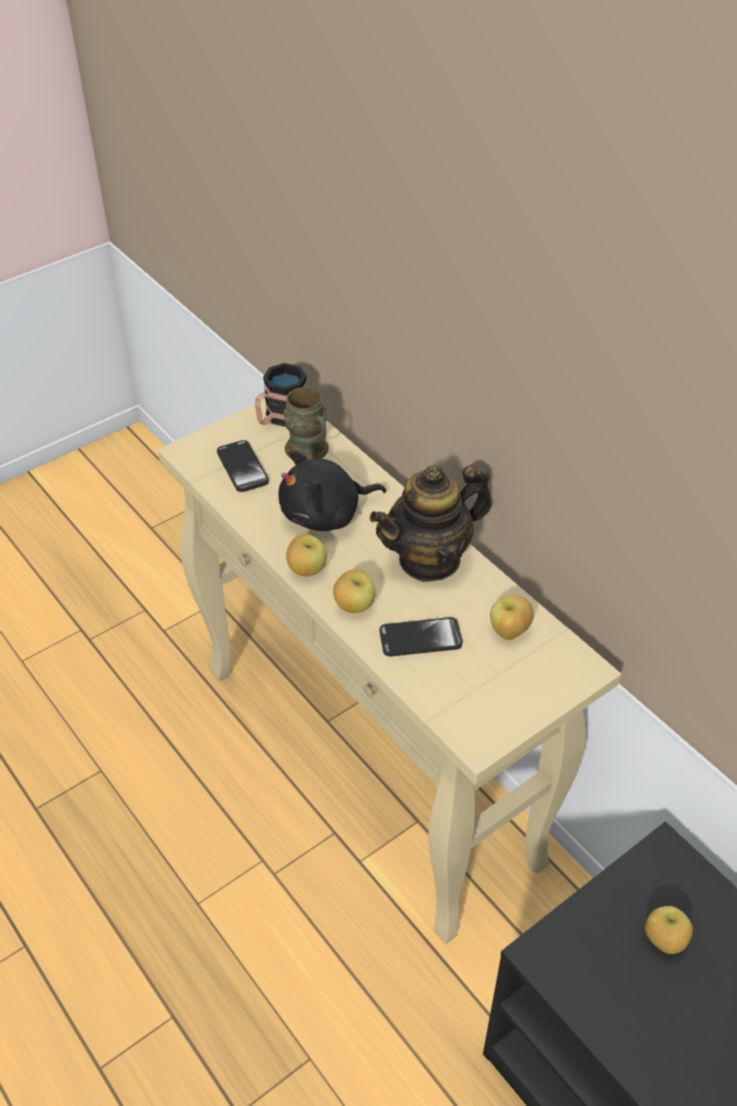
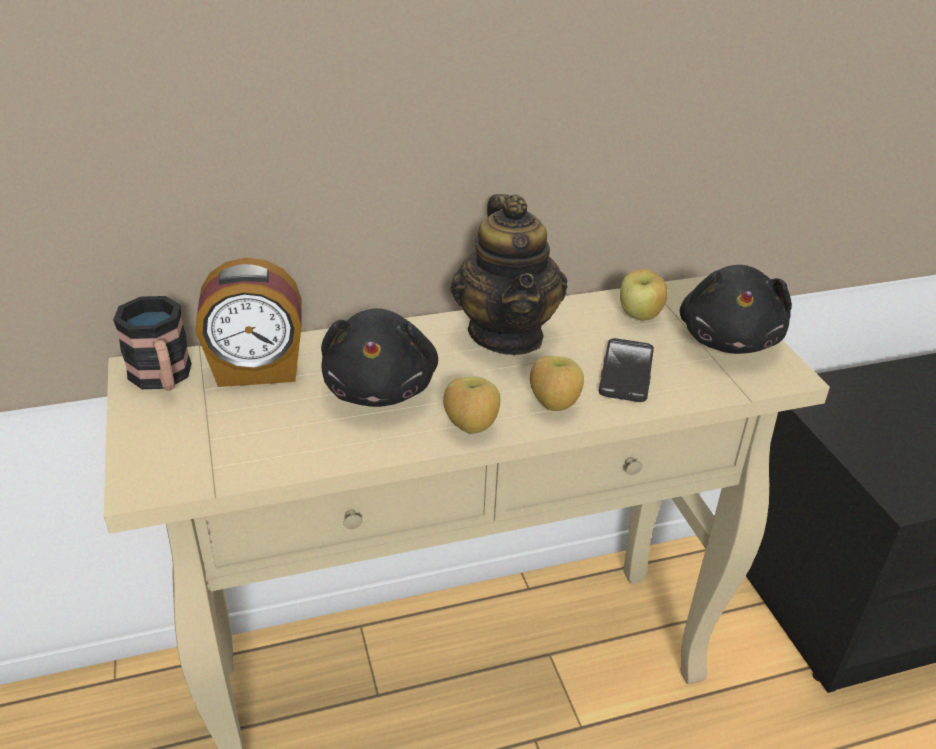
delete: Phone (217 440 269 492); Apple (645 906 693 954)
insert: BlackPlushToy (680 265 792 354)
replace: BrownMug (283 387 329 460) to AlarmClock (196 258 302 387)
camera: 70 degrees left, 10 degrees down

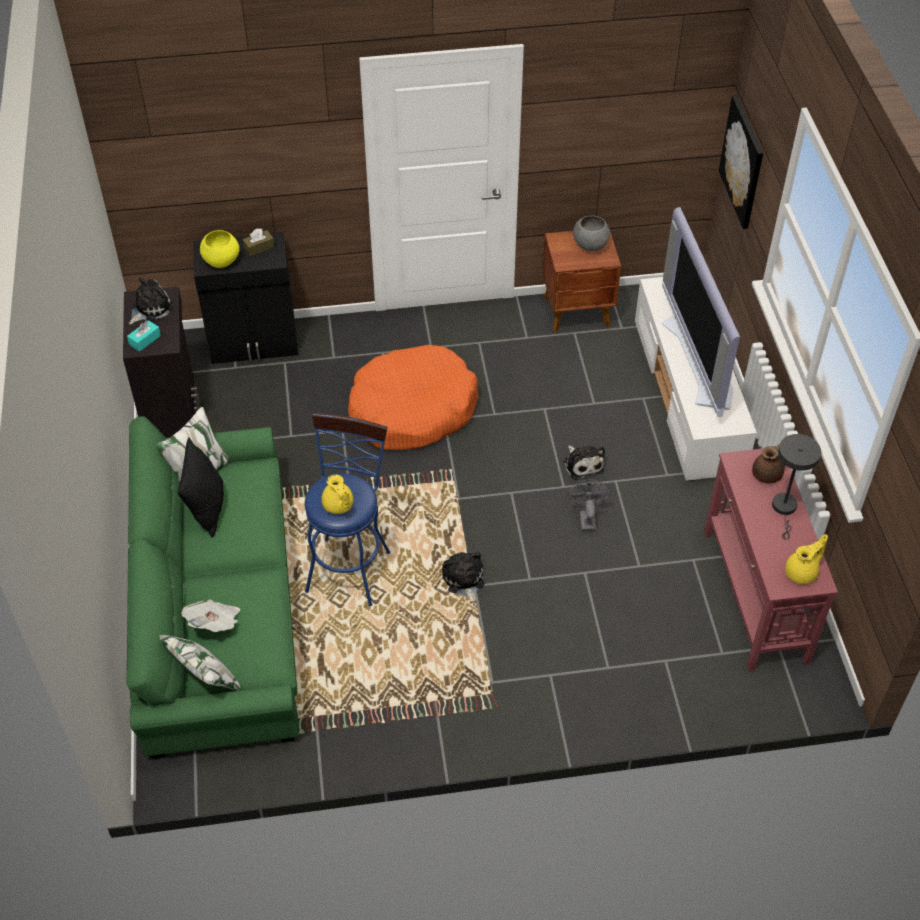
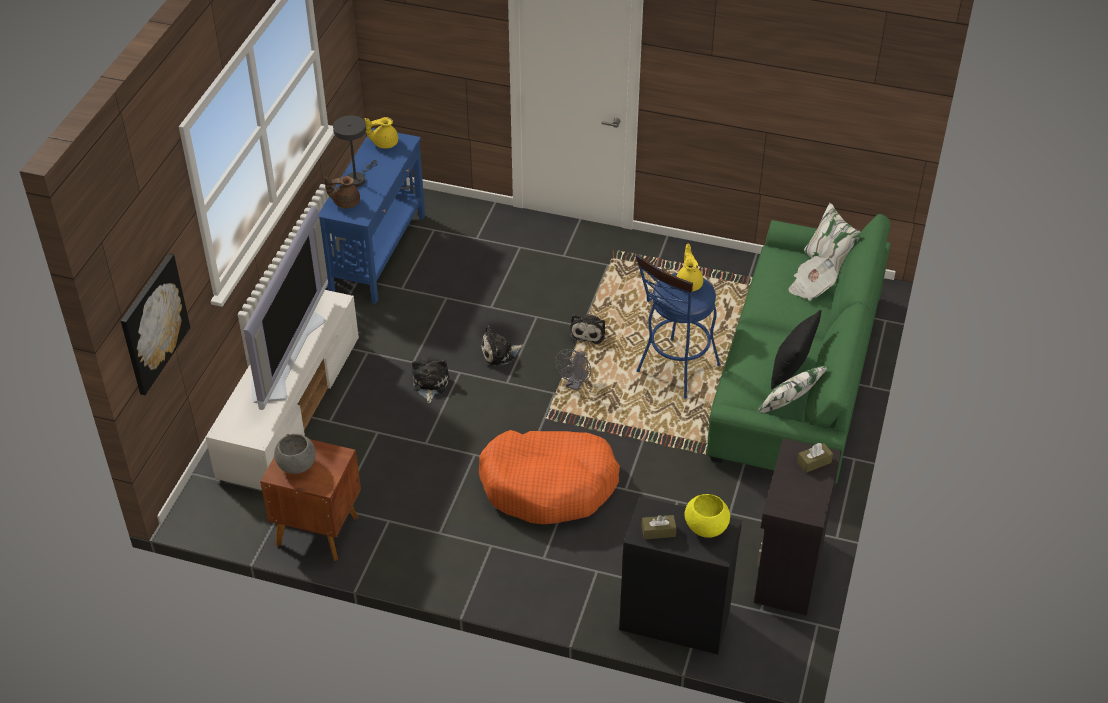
move: PlushToy (129 277 174 325) to (480 326 523 367); GreyFan (568 479 611 531) to (554 349 591 391)
recolor: TurquoiseTissueBox (127 320 161 352) to BrownTissueBox (797 443 833 473); RedConsoleTable (704 448 838 671) to BlueConsoleTable (319 128 425 304)
camera: 155 degrees left, 5 degrees down

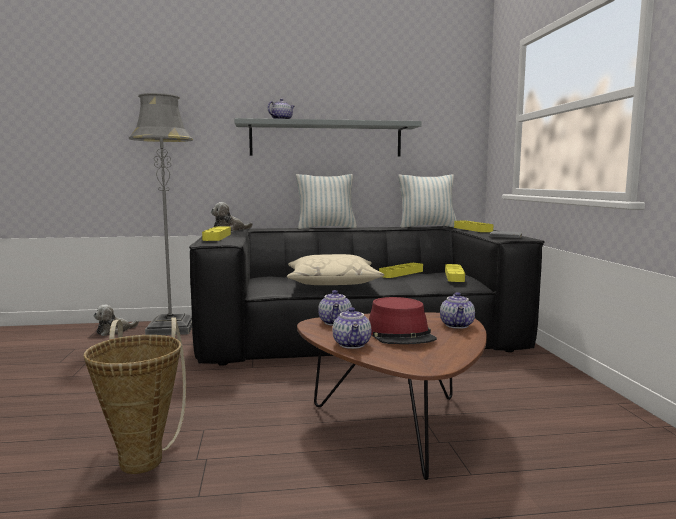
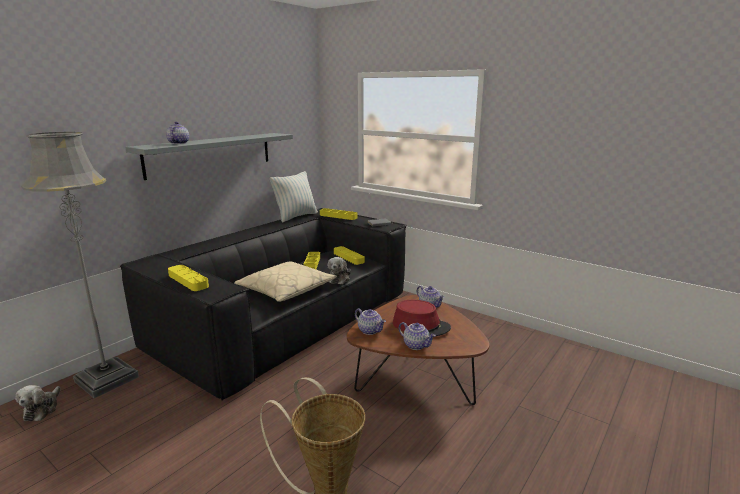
delete: Pillow (296 174 357 229)
move: PlushToy (211 202 253 231) to (328 257 351 284)
camera: 45 degrees left, 10 degrees up

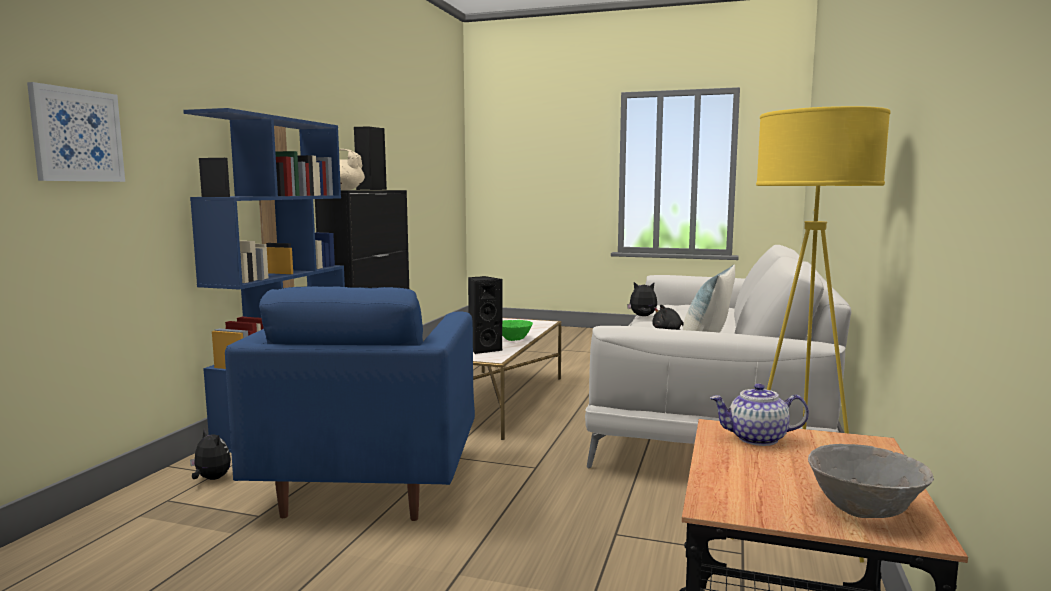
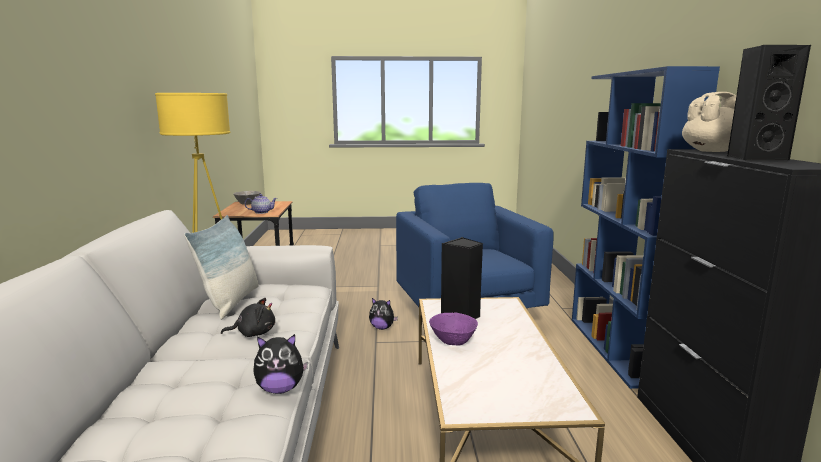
delete: Picture (27 82 125 182)
move: PlushToy (190 429 231 480) to (369 298 398 330)
recolor: GreenBowl (502 320 533 341) to PurpleBowl (429 312 478 345)
camera: 160 degrees right, 5 degrees up

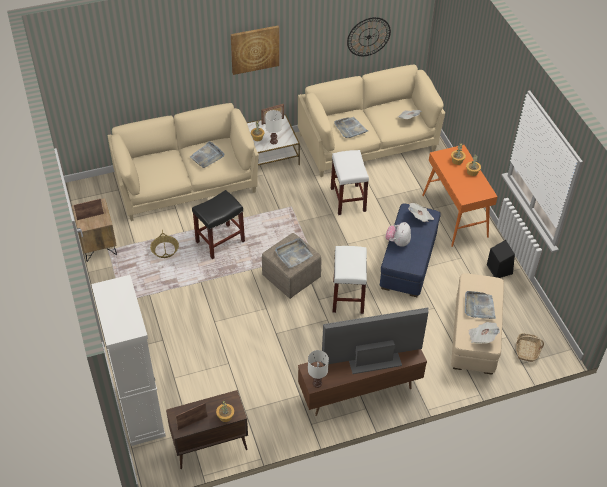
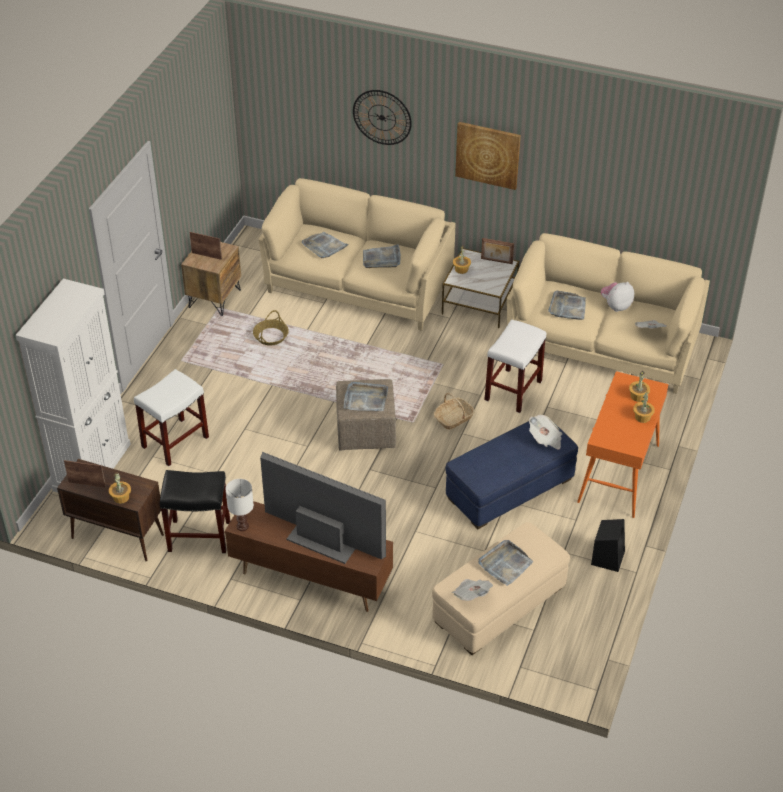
delete: WhiteTableLamp (265 110 282 144)
insert: GreyTray (302 232 349 258)
move: BlackStool (192 190 245 259) to (160 470 230 553); WhiteStool (332 246 367 314) to (134 369 209 466); WallClock (347 17 391 56) to (353 90 412 145); PlushToy (385 222 411 247) to (601 282 634 312); Basket (516 333 544 362) to (434 393 475 430)
camera: 40 degrees right, 5 degrees down

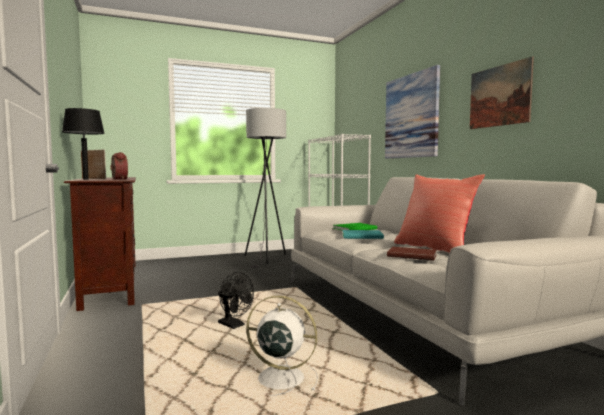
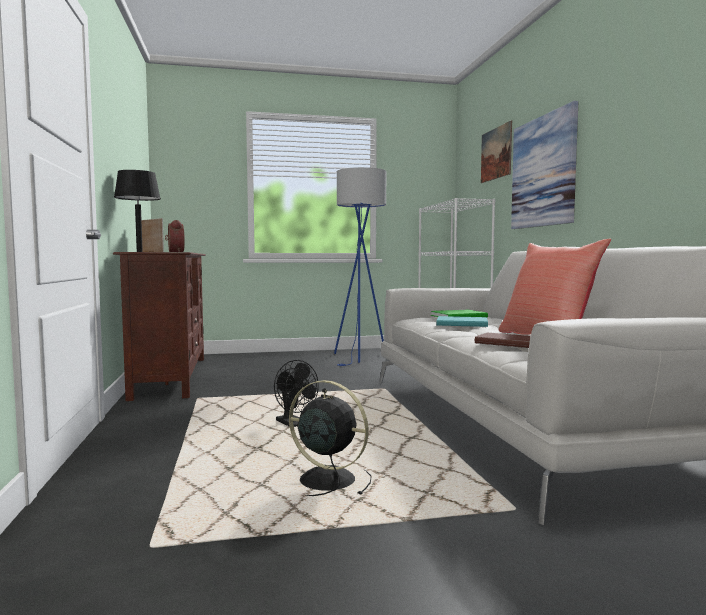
move: Picture (470 56 534 129) to (481 120 512 183)
recolor: GreyFloorLamp (244 108 286 268) to BlueFloorLamp (334 167 386 366); WhiteFan (246 295 318 396) to BlackFan (289 380 372 496)
camera: 10 degrees right, 0 degrees up

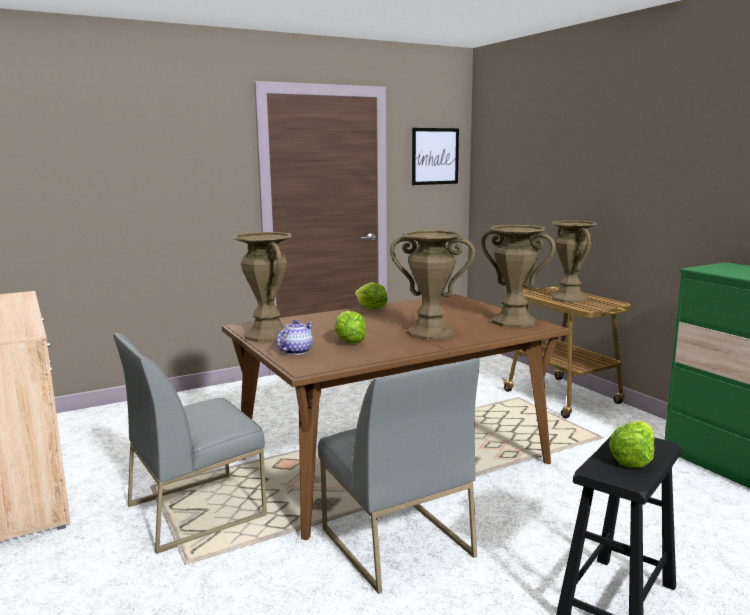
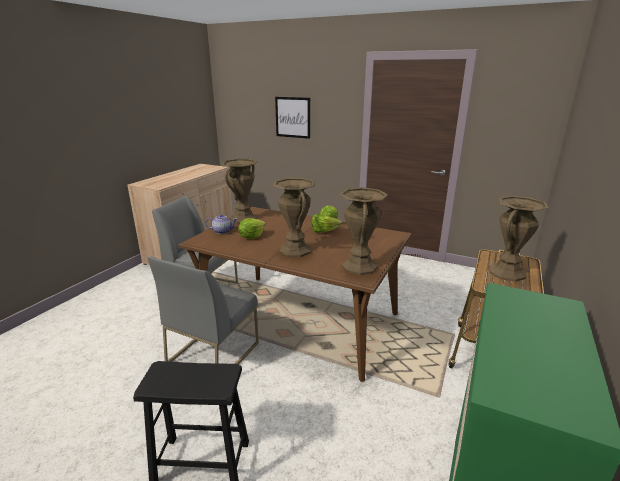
move: Picture (412 128 459 185) to (275 97 310 139); Lettuce (609 421 654 468) to (312 214 342 233)
camera: 55 degrees right, 10 degrees up

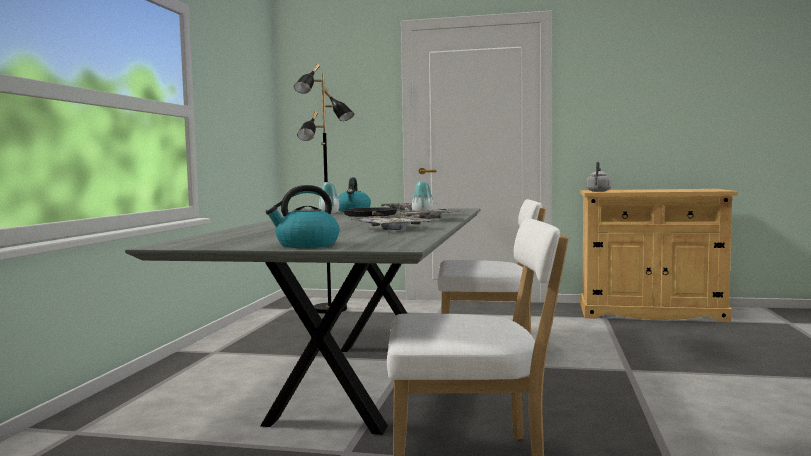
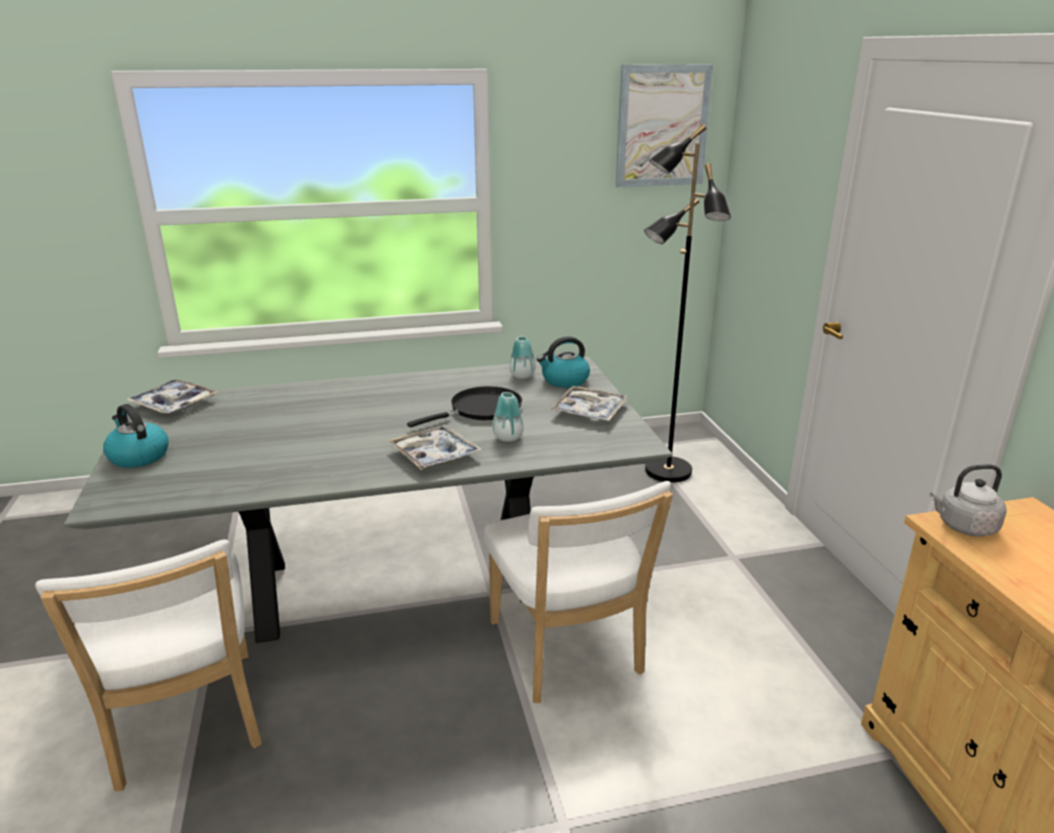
insert: Picture (616 64 713 187)
move: Tray (351 216 432 230) to (126 379 219 414)
camera: 65 degrees right, 20 degrees up

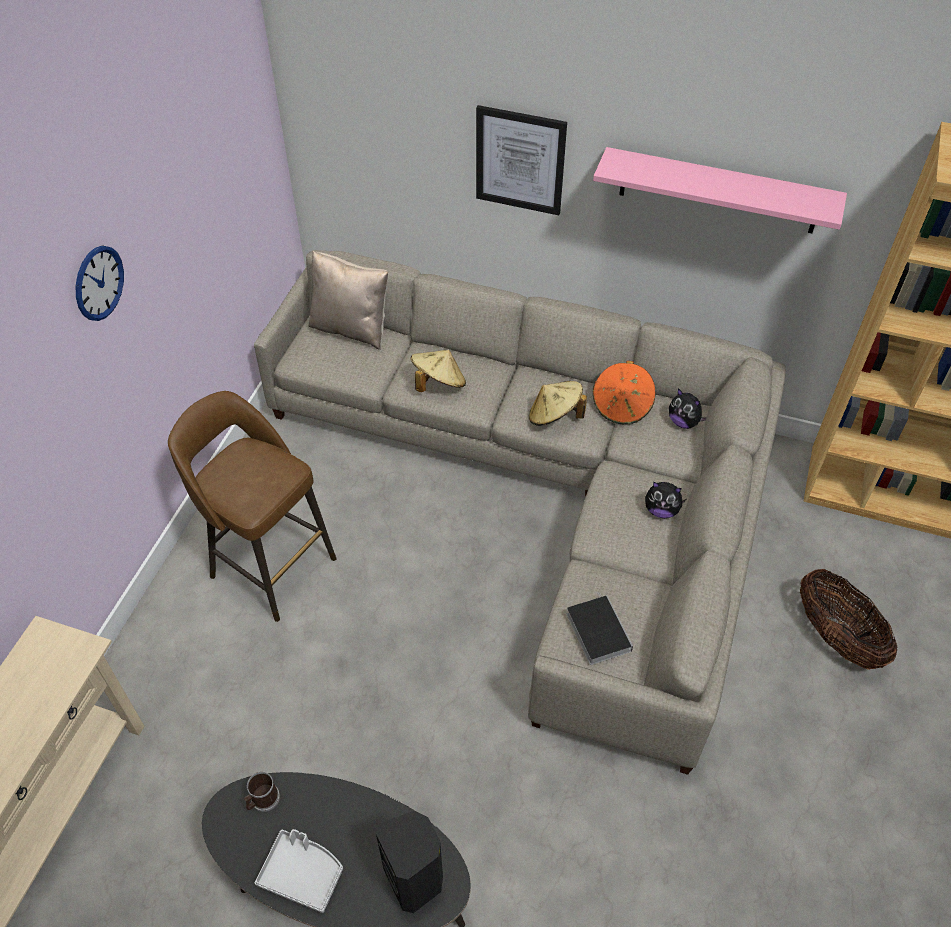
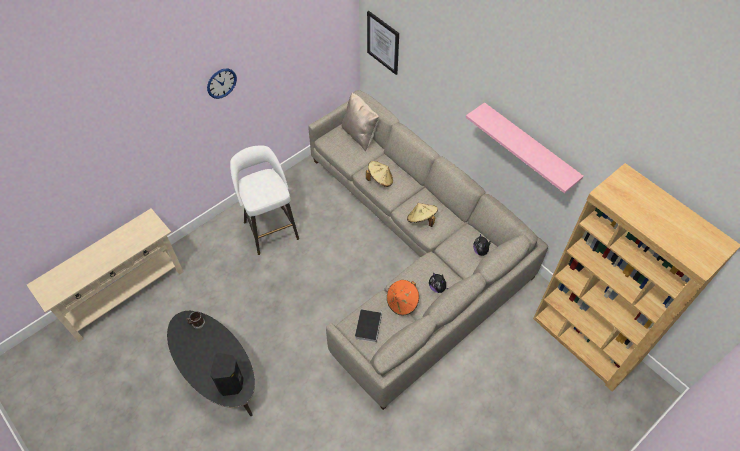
delete: GreyTray (255 829 343 913); Basket (800 569 897 670)
move: Picture (476 105 567 215) to (367 11 399 75); OrangeHat (593 360 656 424) to (387 280 419 316)
recolor: BrownStool (168 391 336 622) to WhiteStool (230 146 299 255)
camera: 30 degrees right, 5 degrees up

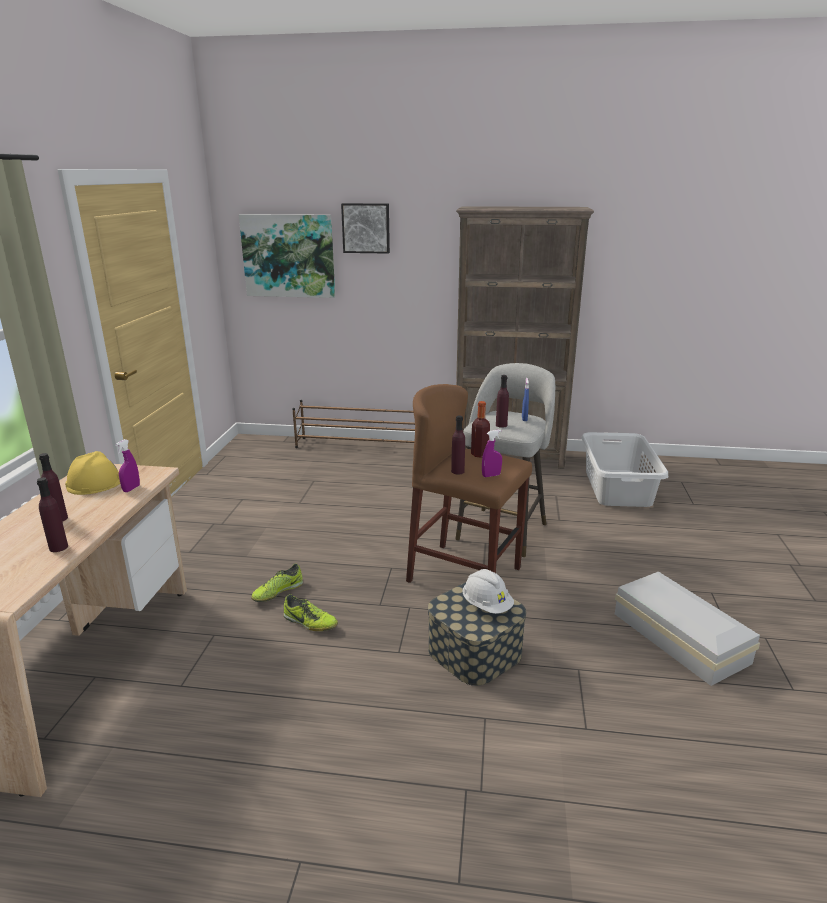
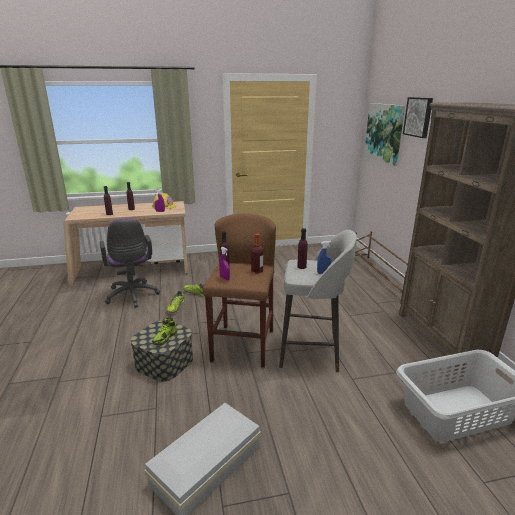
insert: PurpleOfficeChair (100 218 160 308)
replace: WhiteHardHat (462 569 514 614) to Shoe (152 318 177 346)
camera: 70 degrees right, 0 degrees up

